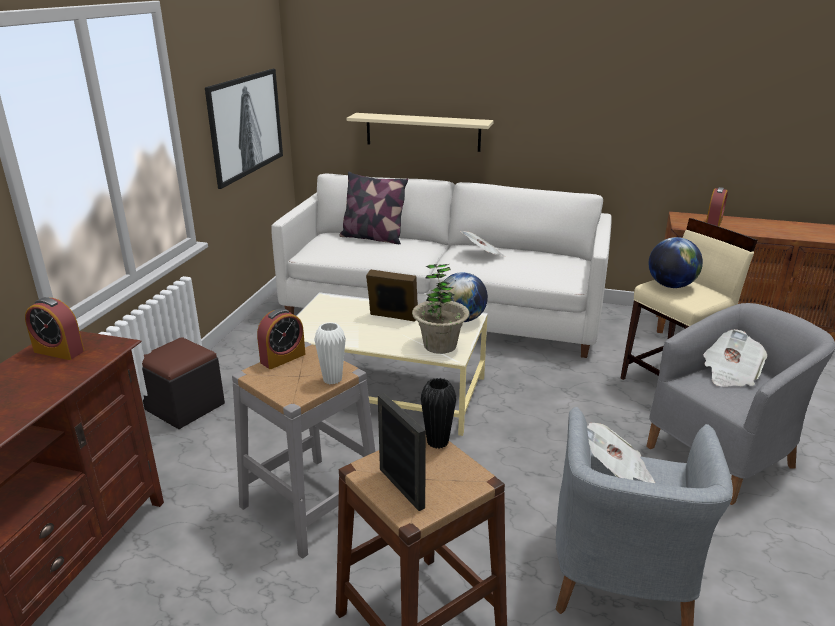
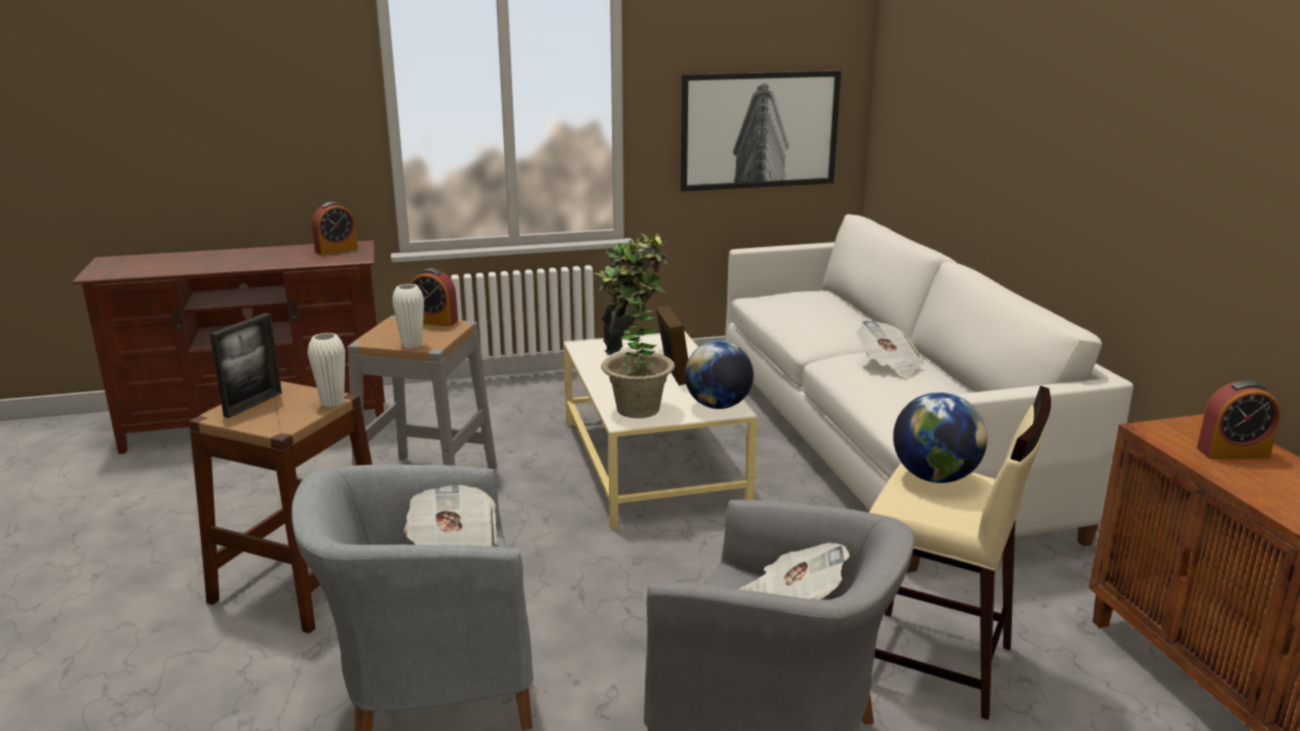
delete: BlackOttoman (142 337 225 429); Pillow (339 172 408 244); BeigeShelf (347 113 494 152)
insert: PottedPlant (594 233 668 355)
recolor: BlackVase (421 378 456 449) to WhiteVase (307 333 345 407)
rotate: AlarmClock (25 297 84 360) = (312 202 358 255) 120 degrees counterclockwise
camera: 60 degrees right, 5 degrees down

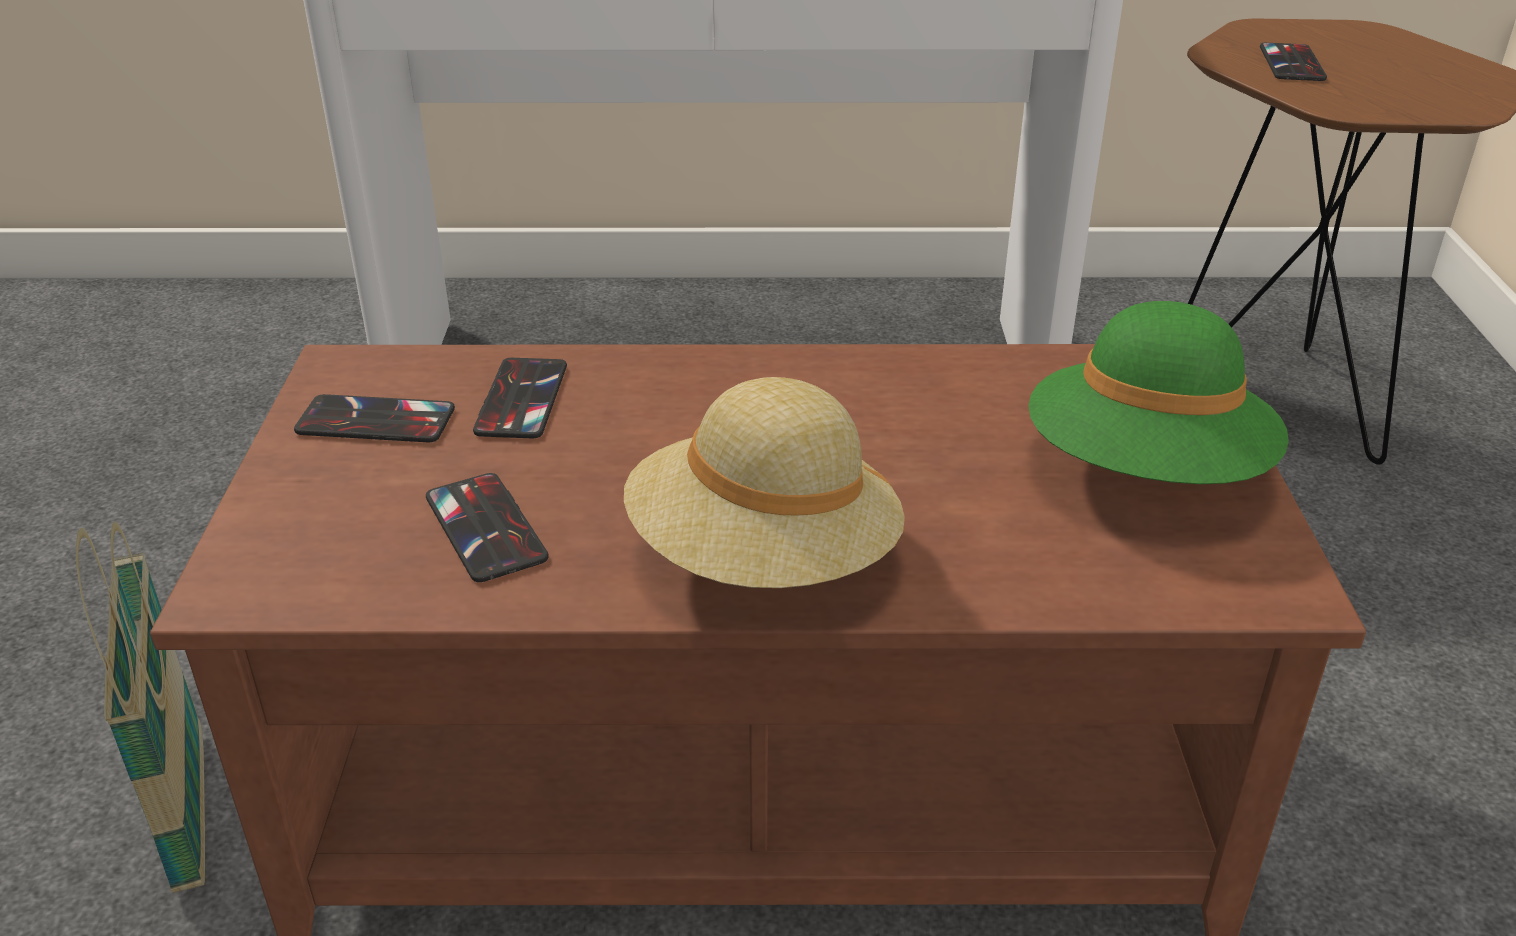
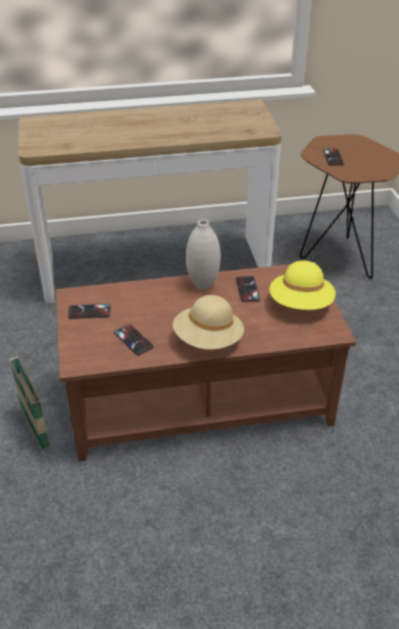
insert: WhiteVase (186 219 221 290)
move: Phone (473 358 567 438) to (236 276 260 302)
recolor: GreenHat (1028 301 1289 484) to YellowHat (270 261 336 310)
camera: 10 degrees left, 5 degrees up

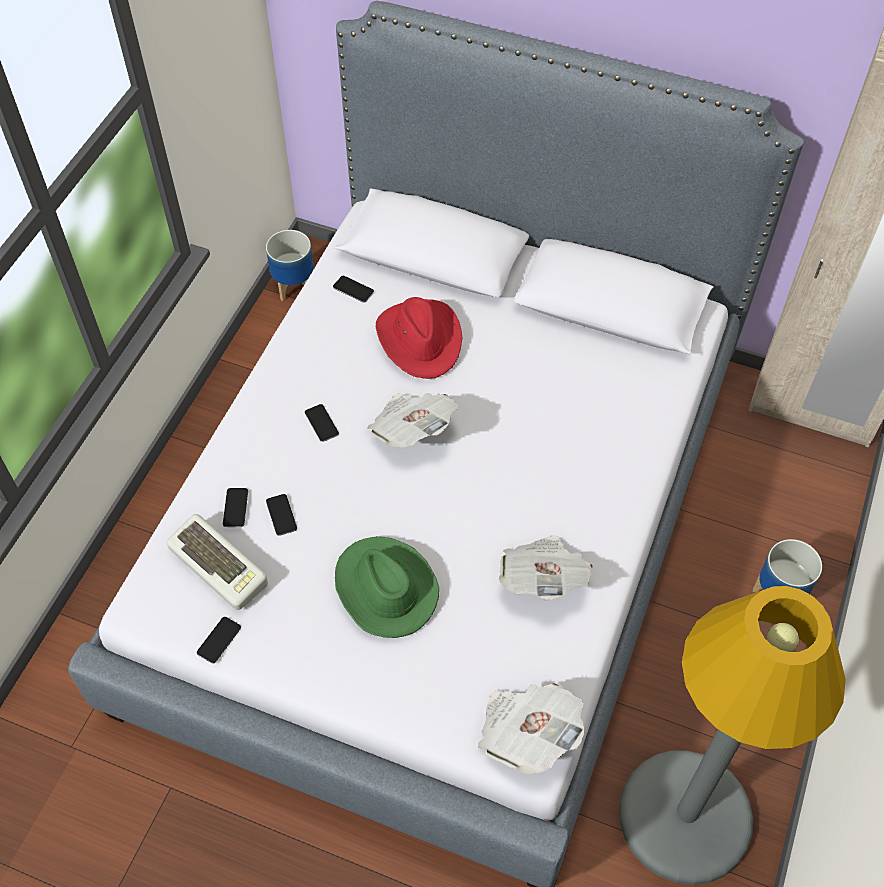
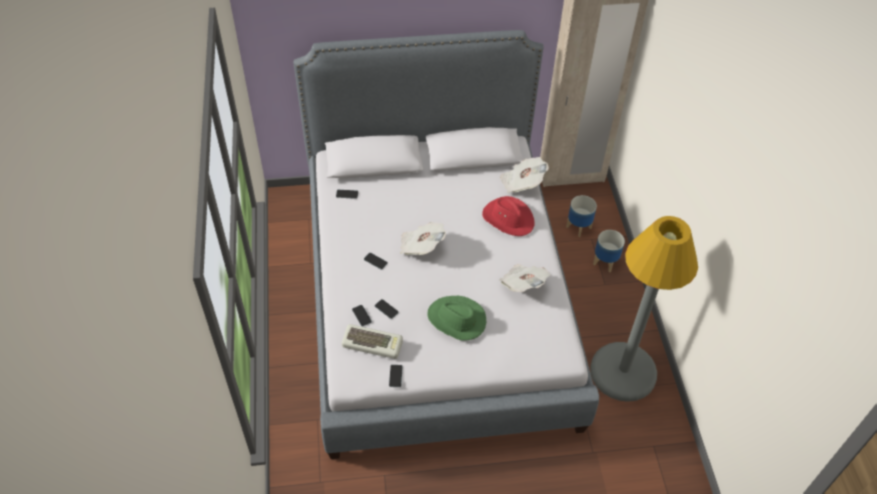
move: Planter (266 230 314 301) to (566 195 597 237); RedHat (376 297 463 379) to (482 196 535 236); Newspaper (478 683 584 774) to (500 157 549 193)
camera: 30 degrees left, 5 degrees down

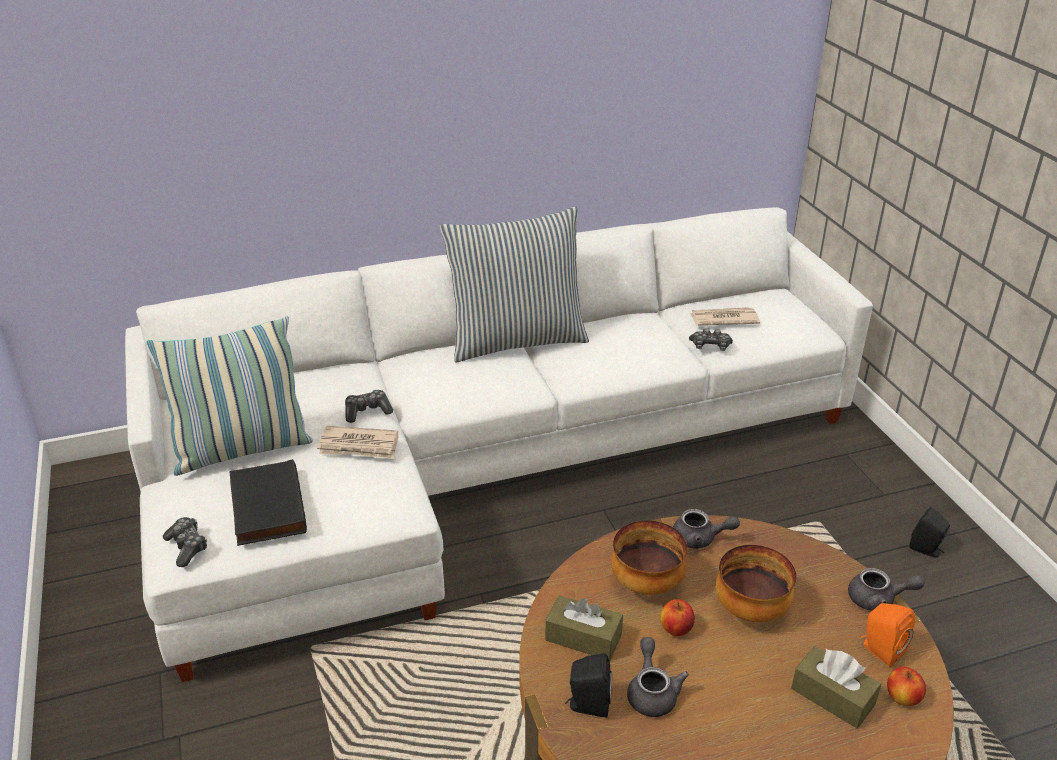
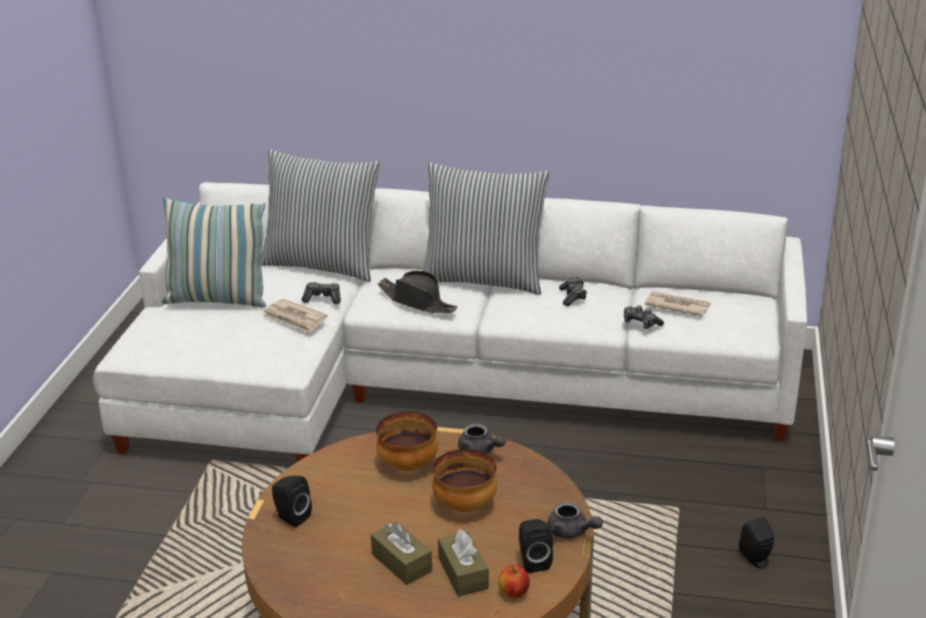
delete: BlackBook (229 459 307 546); GreyTeapot (627 637 689 717); Apple (660 599 695 636)
insert: Pillow (261 149 381 282); BlackHat (378 270 457 313)
move: GameController (163 517 207 567) to (559 277 587 306); BrownTissueBox (545 595 623 661) to (371 522 432 585)
recolor: OrangeSpeaker (861 603 915 667) to BlackSpeaker (519 519 553 573)
camera: 30 degrees right, 5 degrees down

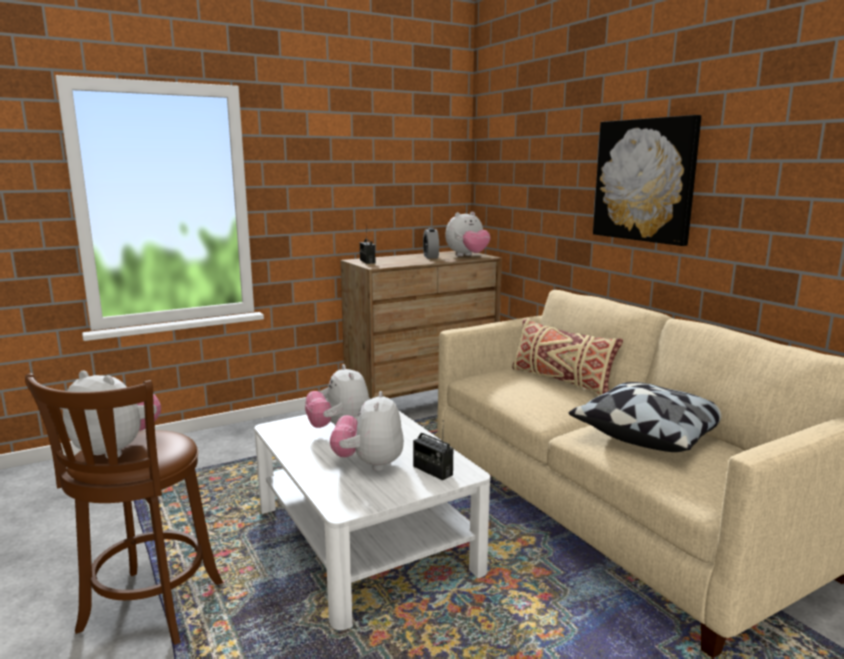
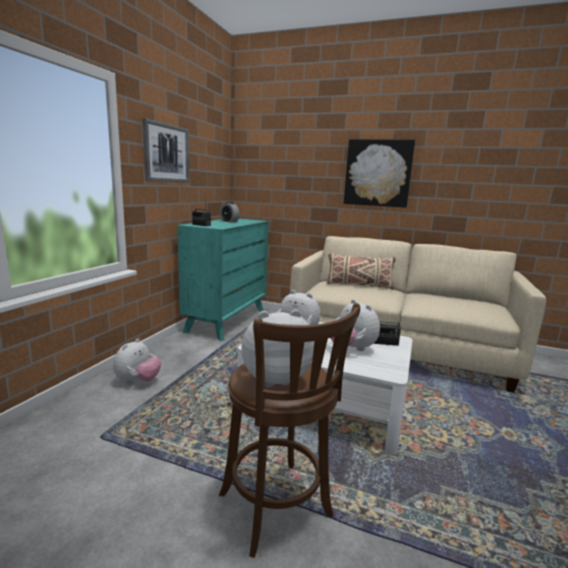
delete: Pillow (569 382 722 452)
insert: Picture (143 118 189 183)
move: PlushToy (445 212 491 256) to (113 339 161 384)
recolor: BrownDresser (340 251 502 399) to TurquoiseDresser (177 219 269 341)
camera: 40 degrees left, 0 degrees up

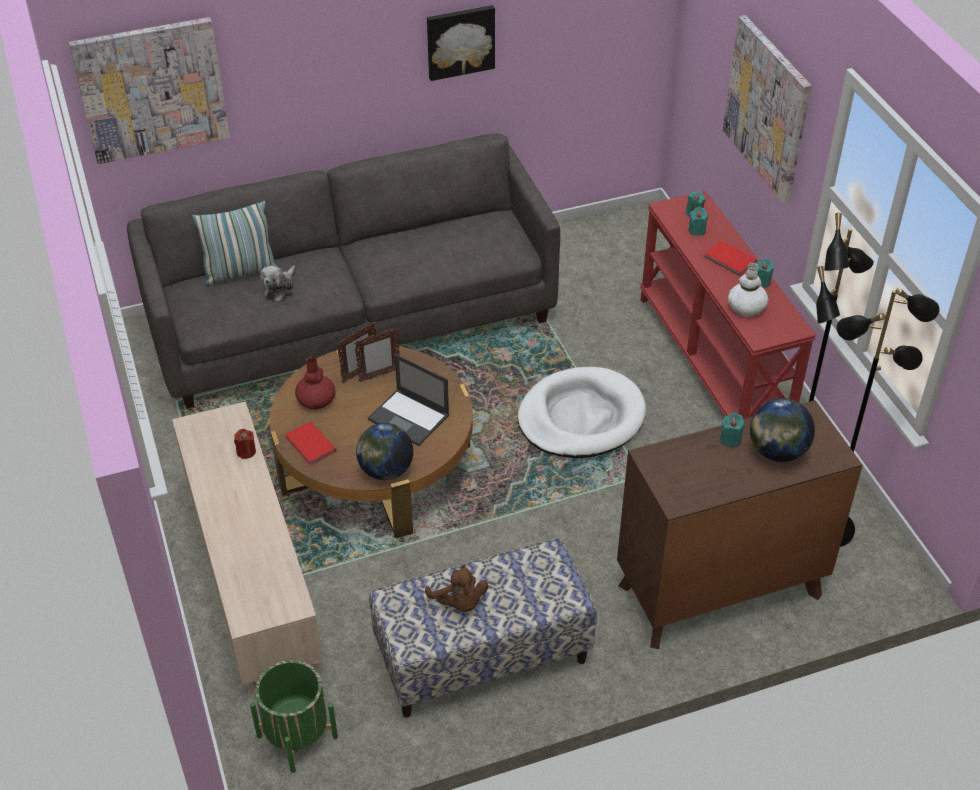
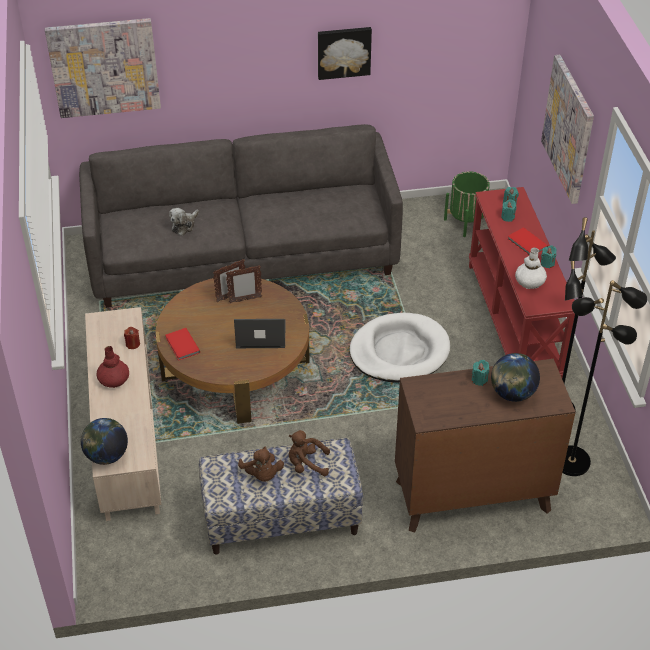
delete: Pillow (192 201 278 286)
insert: BrownPlushToy (289 430 330 476)
move: GreenPlanter (250 660 338 773) to (444 171 490 237); RedVase (295 357 336 409) to (97 346 129 388); Globe (356 423 413 480) to (81 418 128 465)
rotate: Laptop (368 354 449 446) = (234 319 286 348) 135 degrees clockwise
camera: 10 degrees right, 0 degrees up

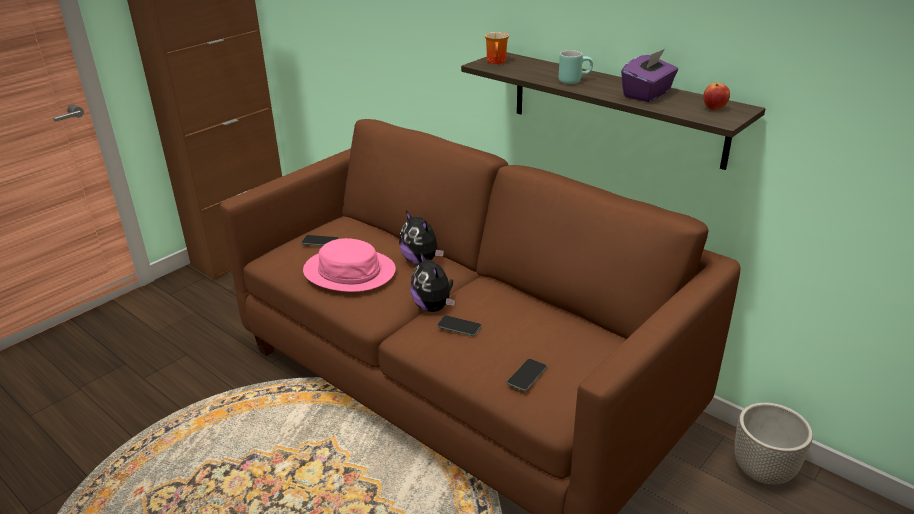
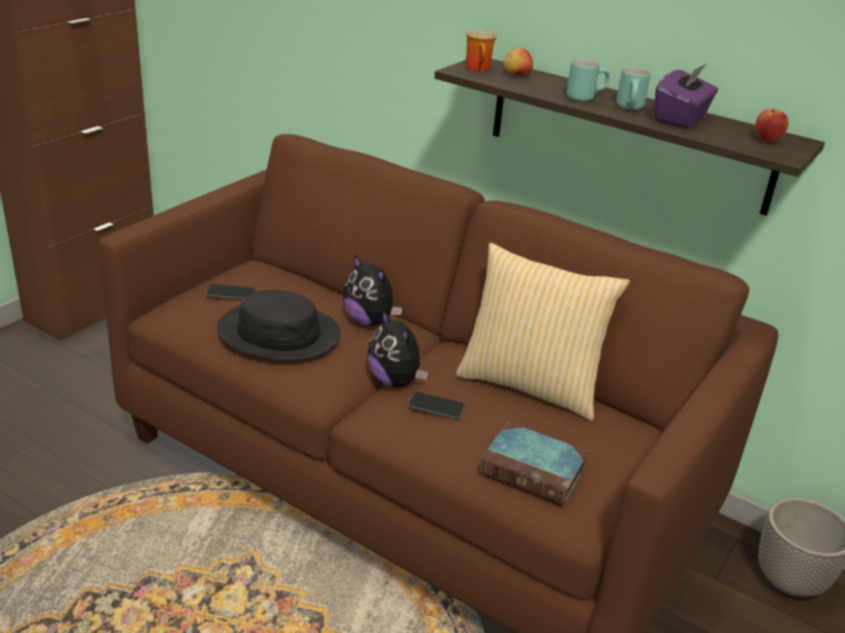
insert: Pillow (456 243 630 421); Apple (504 48 533 75); TurquoiseMug (616 67 651 110)
replace: Phone (507 359 547 391) to Book (479 422 589 504)
recolor: PinkHat (303 238 396 292) to BlackHat (217 290 341 360)
camera: 10 degrees left, 0 degrees up

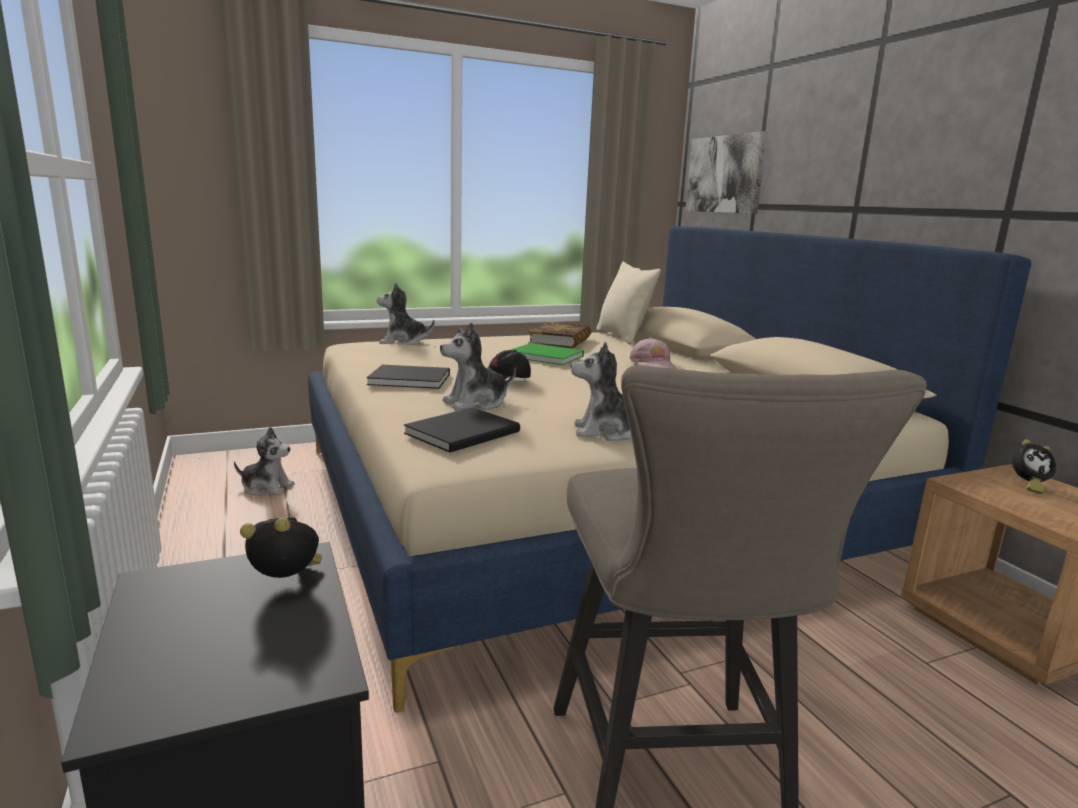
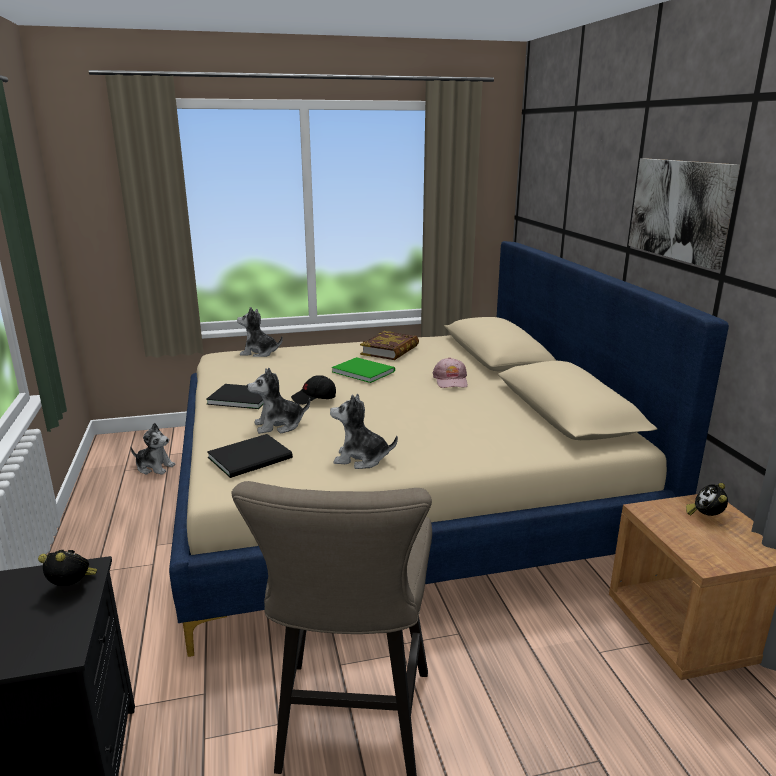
delete: BeigePillow (596 262 661 344)
move: Picture (685 131 767 214) to (628 158 740 270)
rotate: AlarmClock (1012 440 1056 494) = (686 483 728 516) 90 degrees clockwise
camera: 10 degrees right, 5 degrees up

